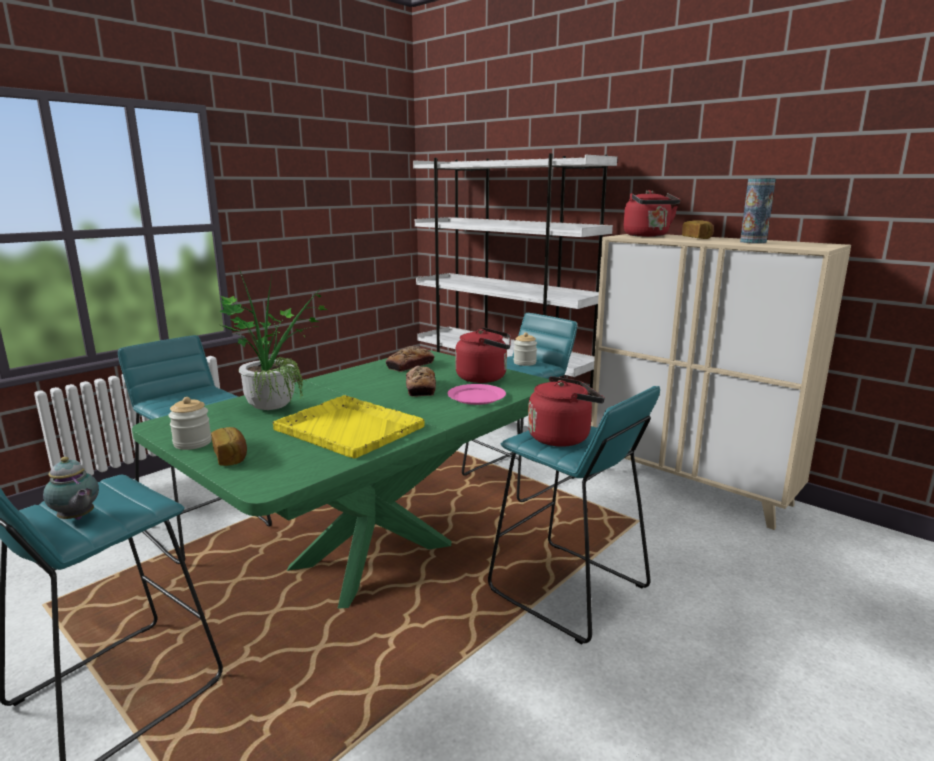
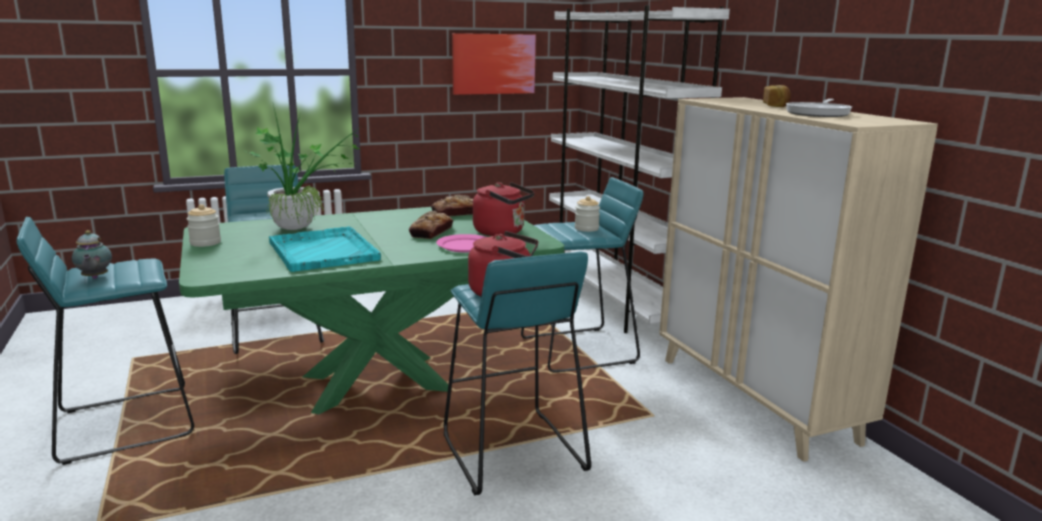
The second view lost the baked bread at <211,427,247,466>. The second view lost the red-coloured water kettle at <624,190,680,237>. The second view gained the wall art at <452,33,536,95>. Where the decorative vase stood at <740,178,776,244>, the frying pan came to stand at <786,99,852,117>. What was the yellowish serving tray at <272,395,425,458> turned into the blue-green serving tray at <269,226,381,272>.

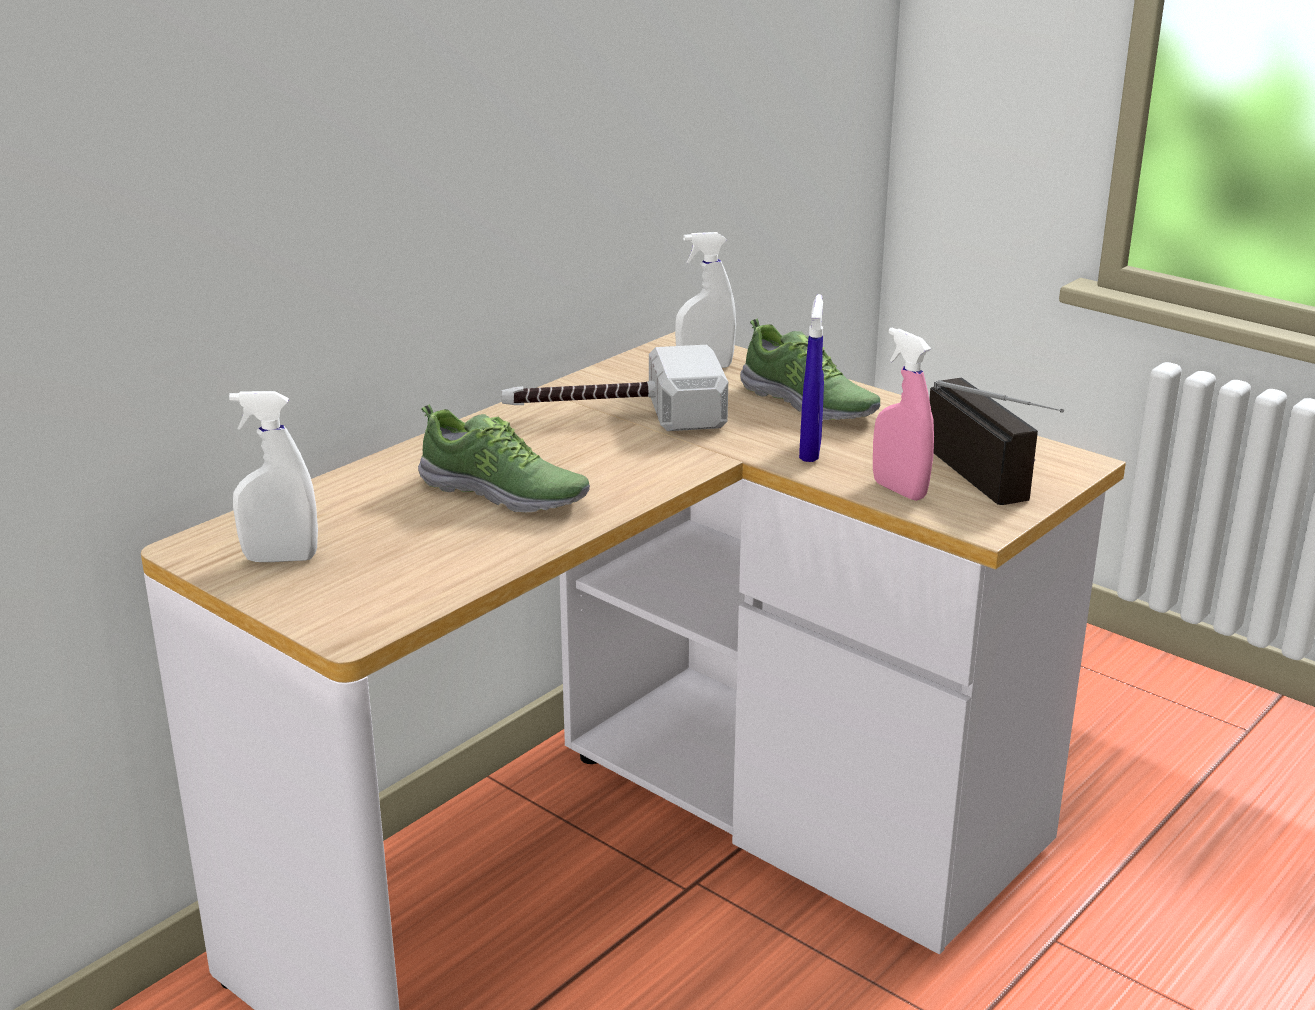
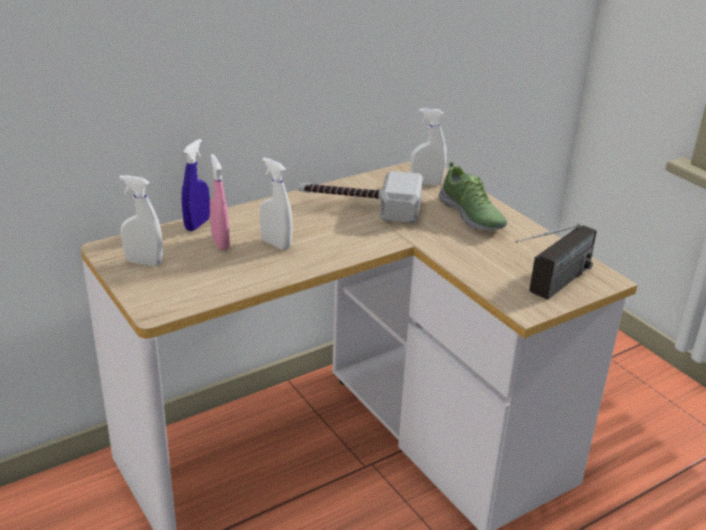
The blue hand sprayer ended up elsewhere, having gone from <799,294,824,462> to <182,139,210,231>. The pinkish hand sprayer ended up elsewhere, having gone from <873,328,934,501> to <210,154,230,250>. Where the low shoe stood at <418,404,590,512>, the white-coloured hand sprayer came to stand at <260,158,293,250>. The radio set at <929,377,1064,505> ended up facing another way, 45 degrees clockwise from before.

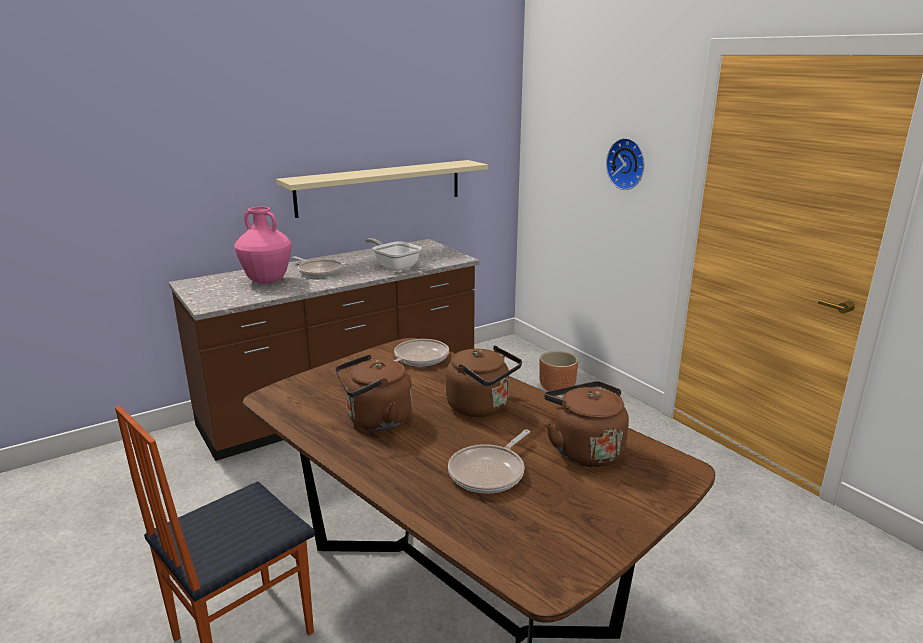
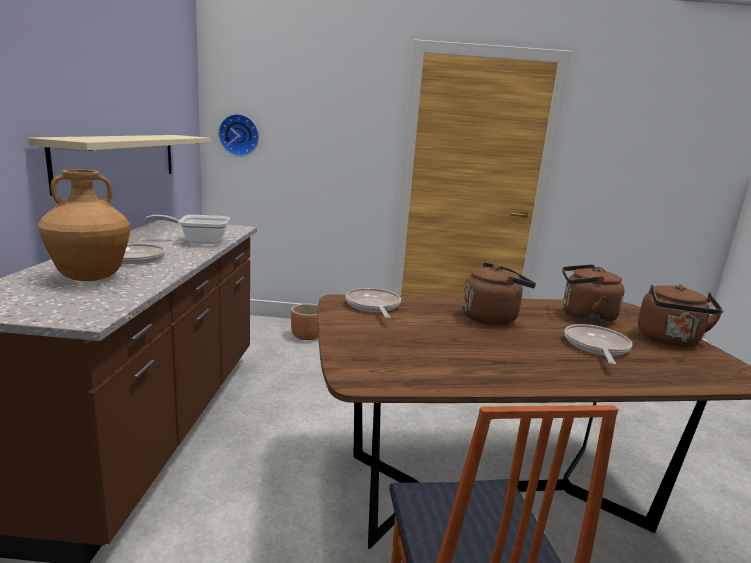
The brown-coloured water kettle ended up elsewhere, having gone from <335,354,412,431> to <638,284,723,347>. The clock on the wall ended up elsewhere, having gone from <606,138,645,190> to <218,114,259,157>. What was the pinkish decorative vase at <234,207,292,283> turned into the brown-coloured decorative vase at <38,170,131,281>. The frying pan at <448,430,530,493> ended up facing another way, 150 degrees counterclockwise from before.

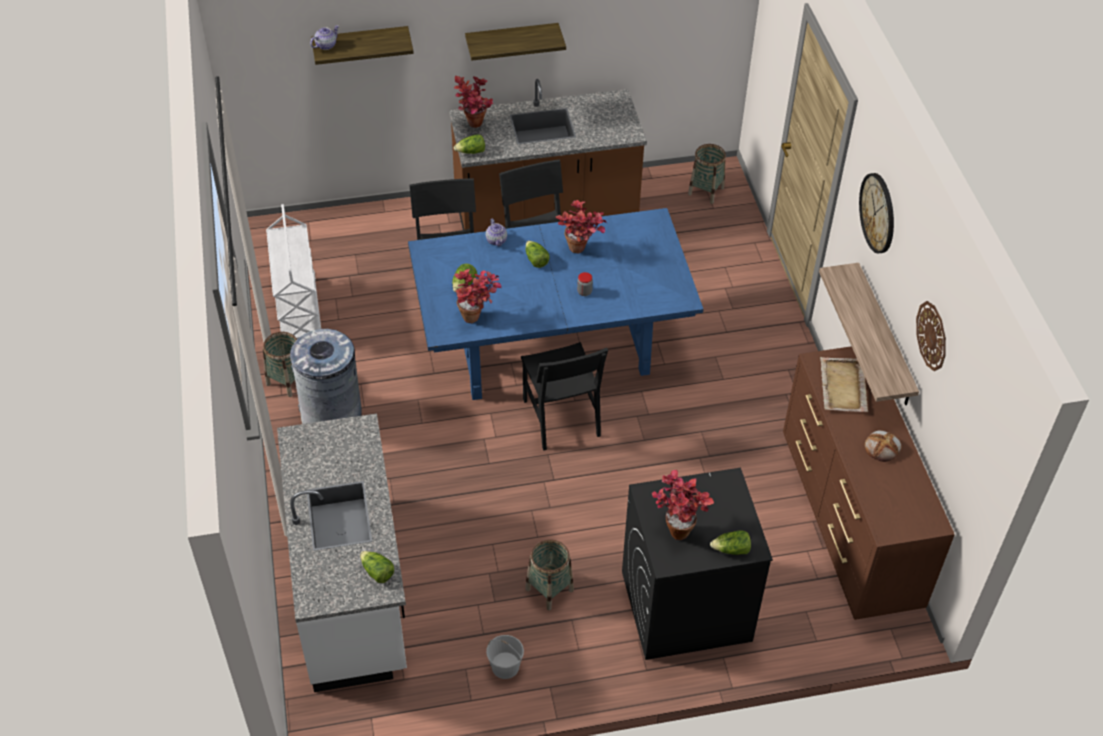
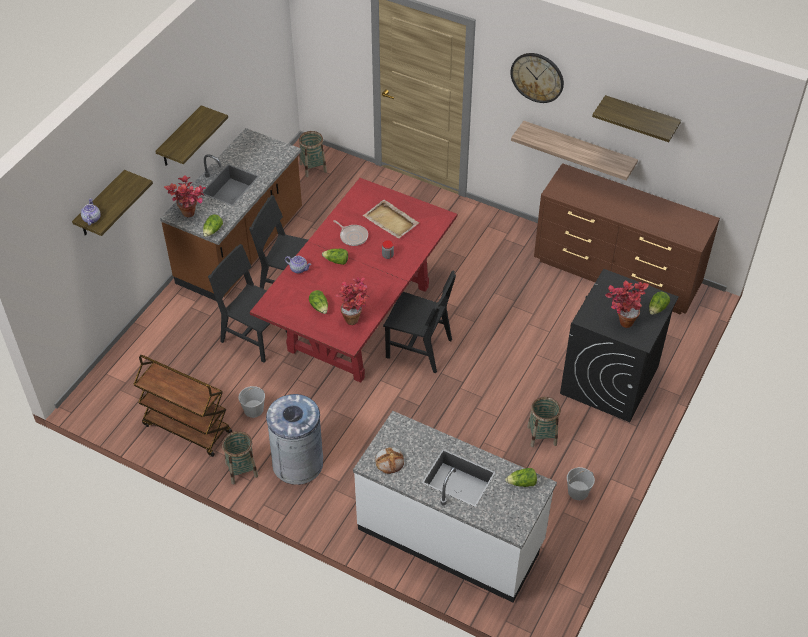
The second view gained the white-coloured bucket at <239,386,265,418>. The beige-coloured serving tray ended up elsewhere, having gone from <820,357,868,412> to <363,200,419,239>. The baked bread ended up elsewhere, having gone from <865,430,902,462> to <375,448,404,474>. Where the plant in a pot stood at <556,200,607,253>, the frying pan came to stand at <333,220,368,246>. Where the clock on the wall hung at <916,301,946,371>, the bracket shelf came to hang at <592,95,681,142>. What was the white-coloured wheeled cart at <266,204,321,339> turned into the brown-coloured wheeled cart at <133,355,232,457>. What was the blue dining table at <408,208,704,400> turned into the red-coloured dining table at <250,178,457,383>.

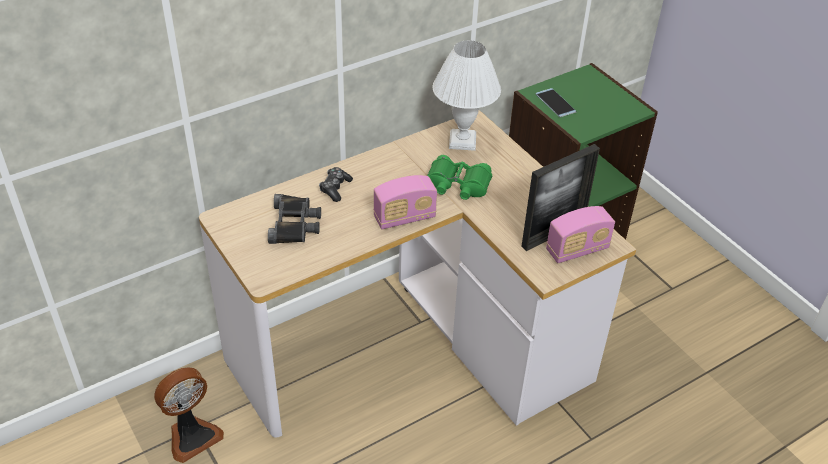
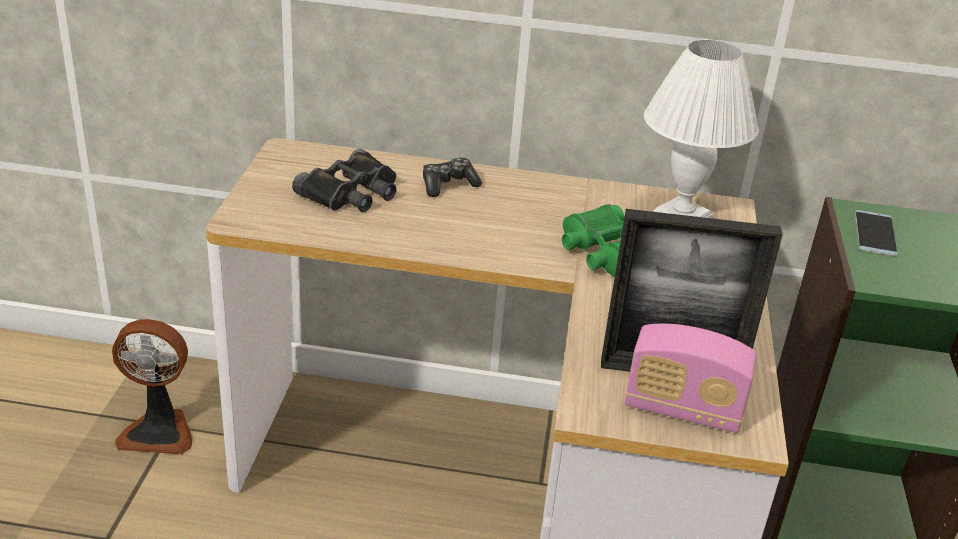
The second view lost the radio set at <373,175,437,229>.

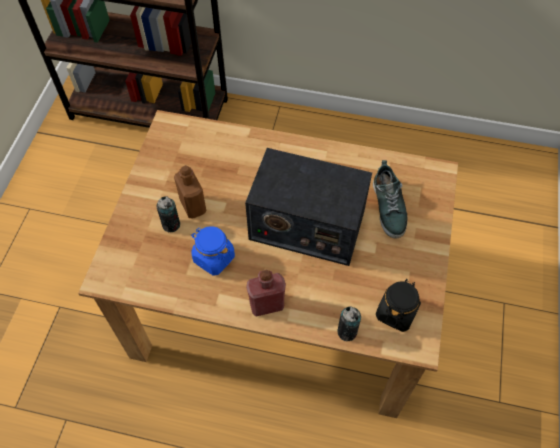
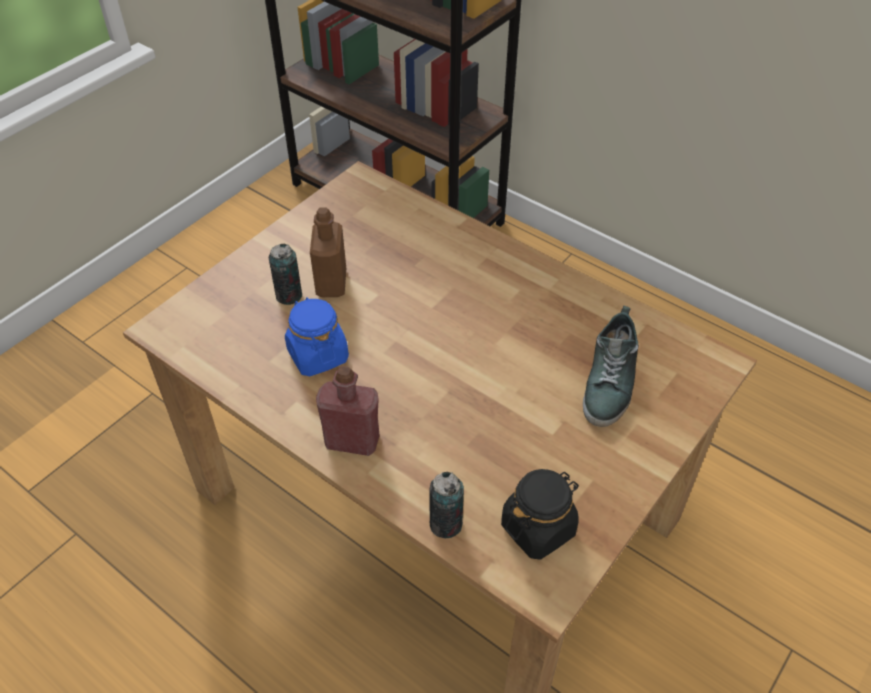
The second view lost the radio set at <245,148,372,266>.

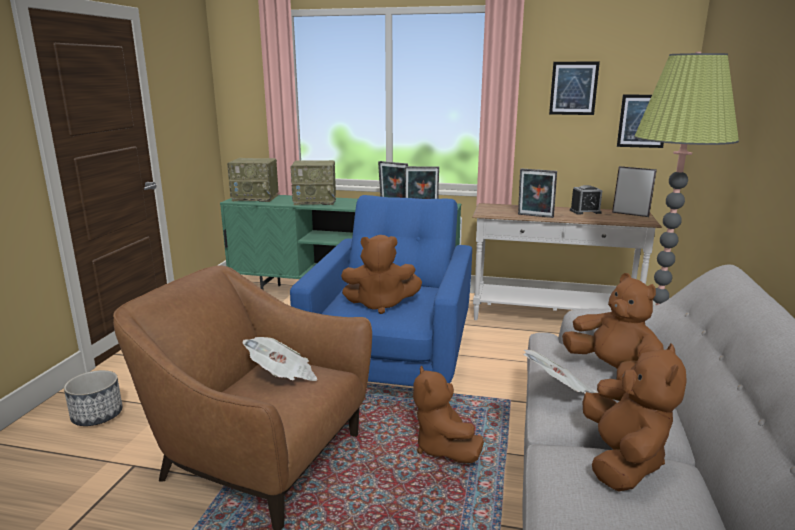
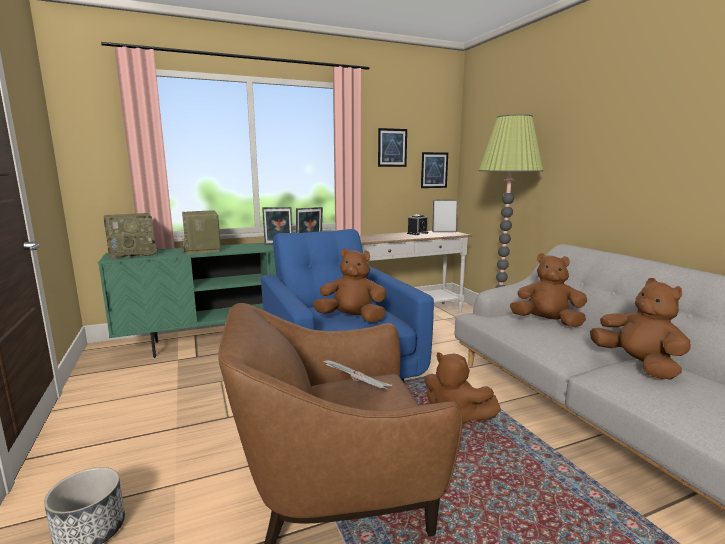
The second view lost the photo frame at <518,168,557,218>. The second view lost the printed paper at <523,350,598,393>. The radio set at <291,160,336,205> ended up facing another way, 105 degrees clockwise from before. The brown-coloured cuddly toy at <341,235,422,314> ended up facing another way, 135 degrees counterclockwise from before.

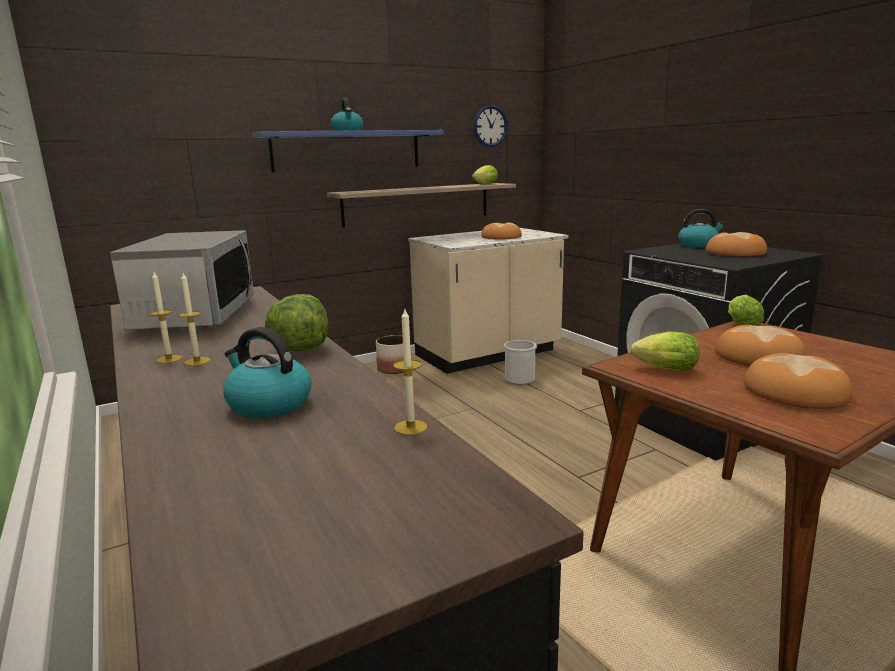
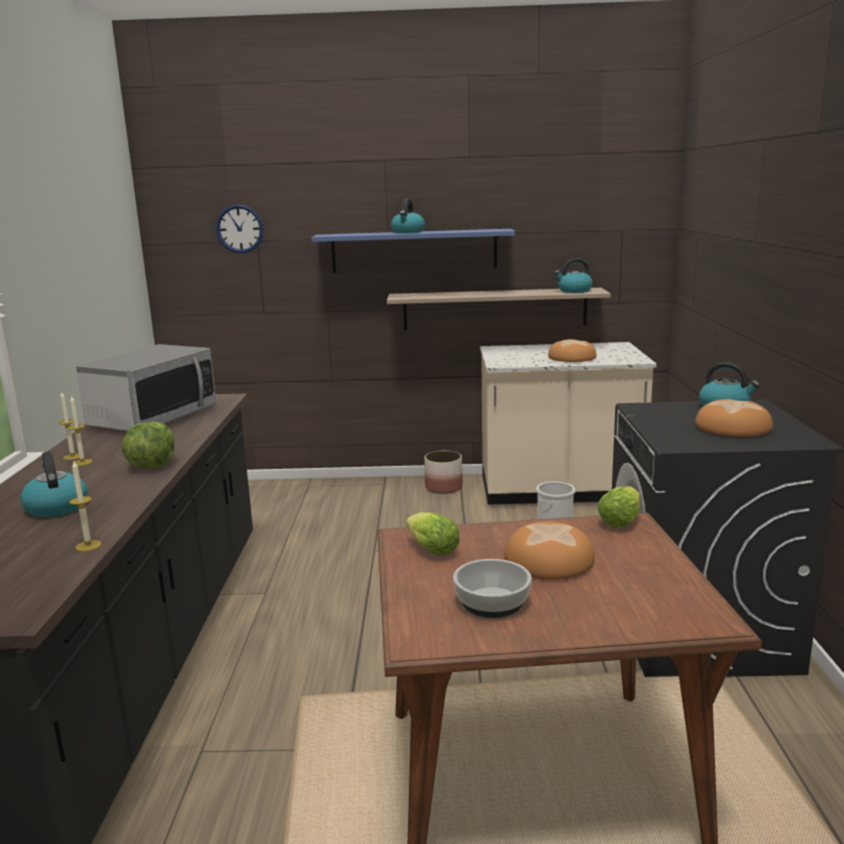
The clock on the wall ended up elsewhere, having gone from <474,105,508,147> to <216,204,264,253>. Where the lettuce stood at <472,165,498,184>, the water kettle came to stand at <554,258,593,293>. Where the baked bread stood at <743,353,853,409>, the serving bowl came to stand at <453,559,532,618>.

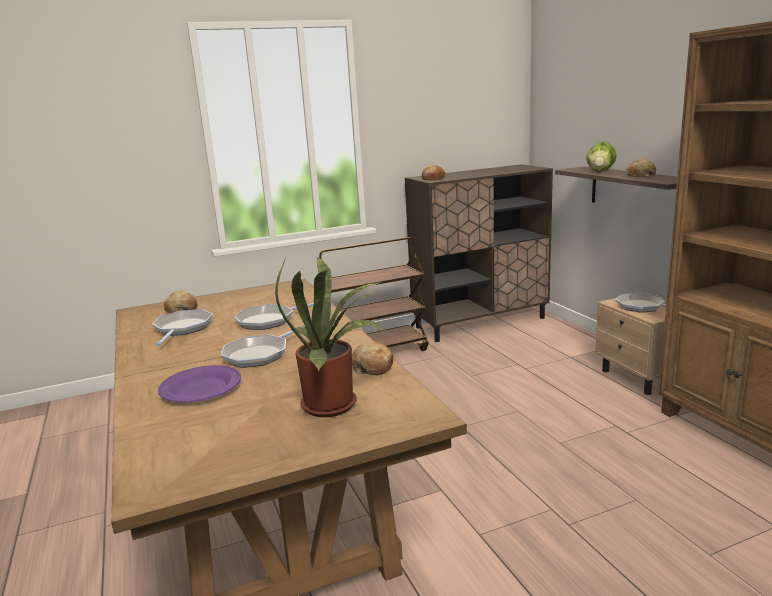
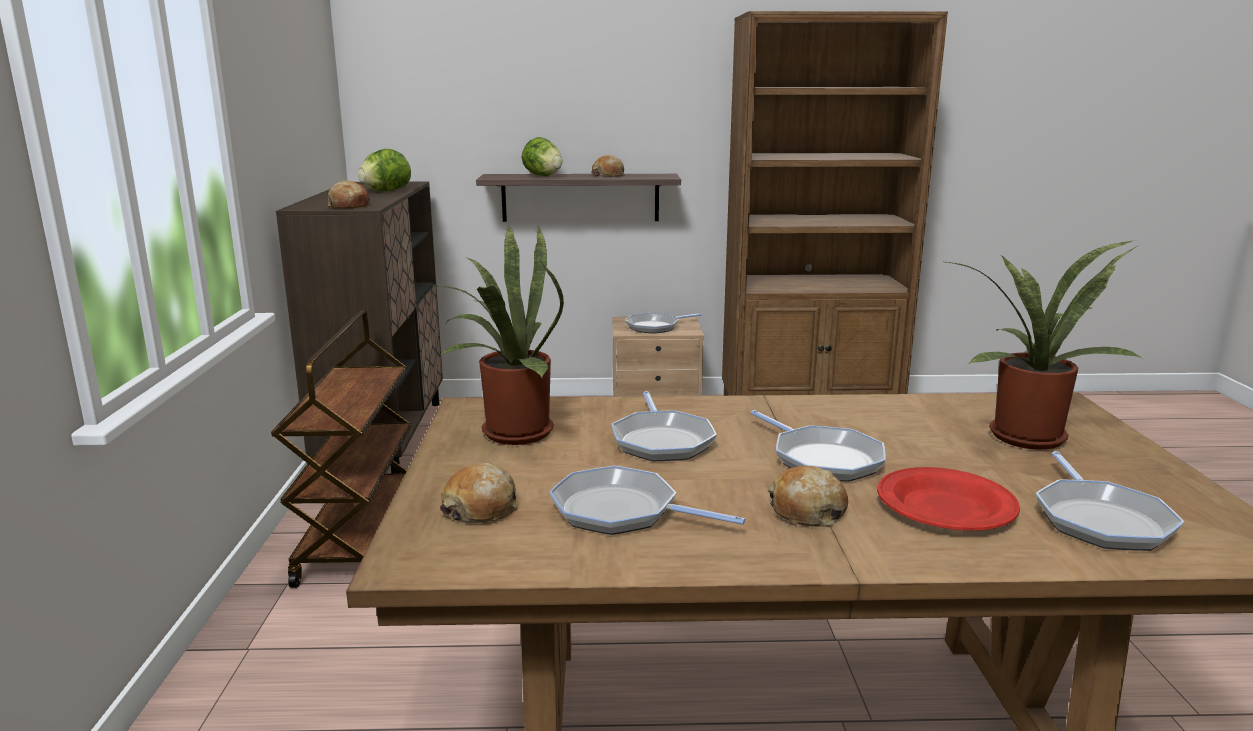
The second view gained the lettuce at <358,149,411,191>. The second view gained the plant in a pot at <432,226,564,445>. The second view gained the frying pan at <1036,451,1184,551>. The baked bread ended up elsewhere, having gone from <352,342,393,375> to <768,466,848,527>. What was the purplish dinner plate at <158,365,241,403> turned into the red-coloured dinner plate at <877,467,1020,531>.

